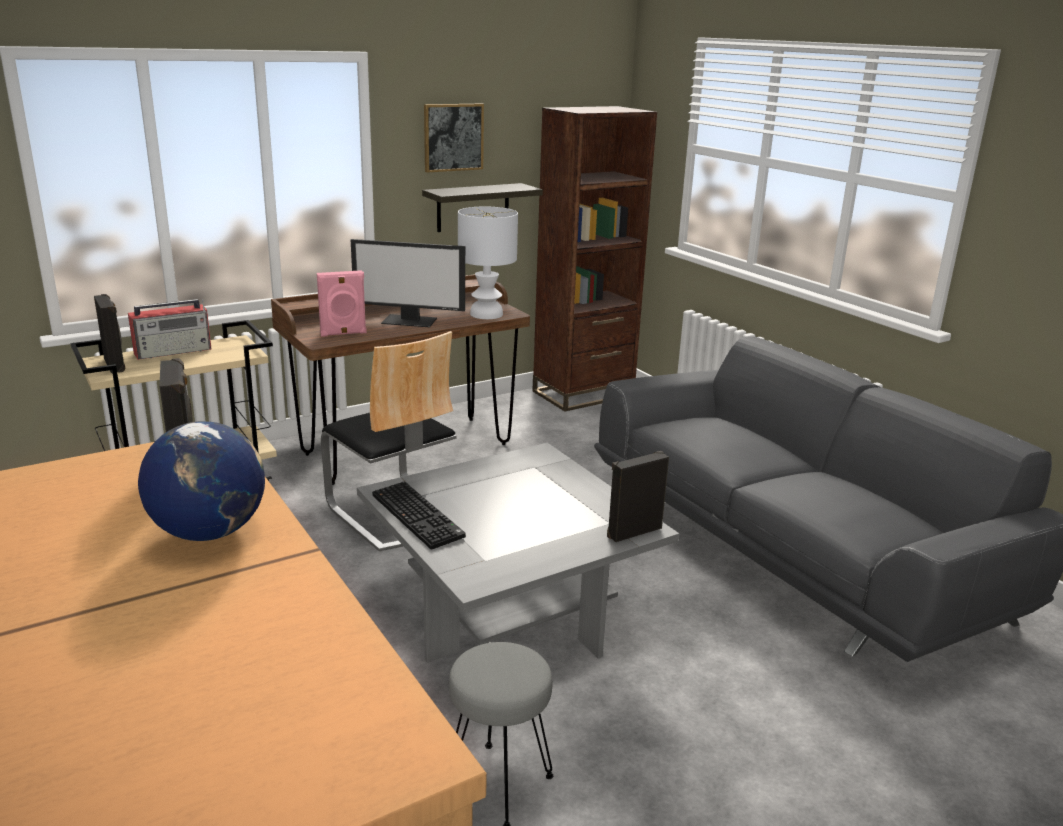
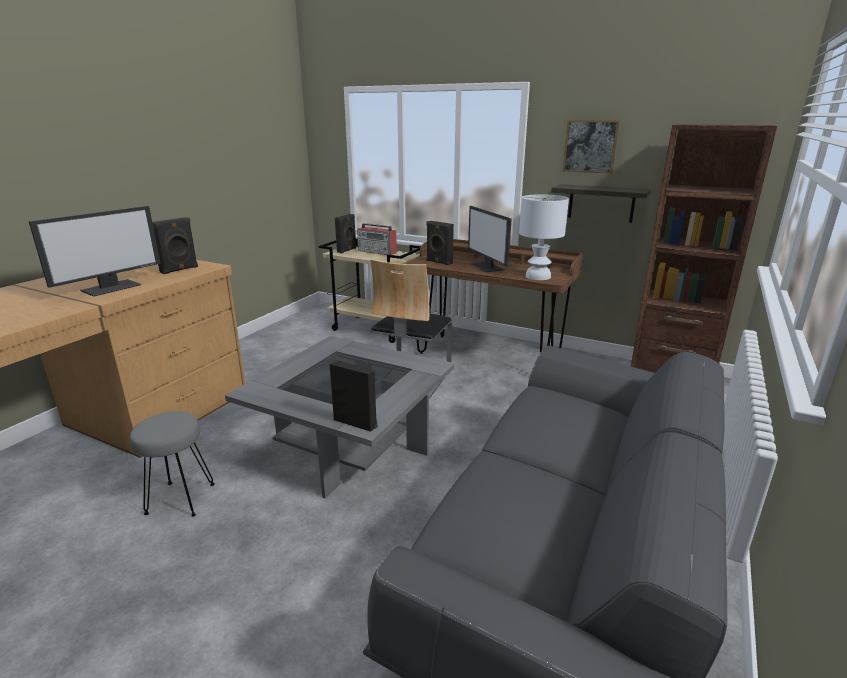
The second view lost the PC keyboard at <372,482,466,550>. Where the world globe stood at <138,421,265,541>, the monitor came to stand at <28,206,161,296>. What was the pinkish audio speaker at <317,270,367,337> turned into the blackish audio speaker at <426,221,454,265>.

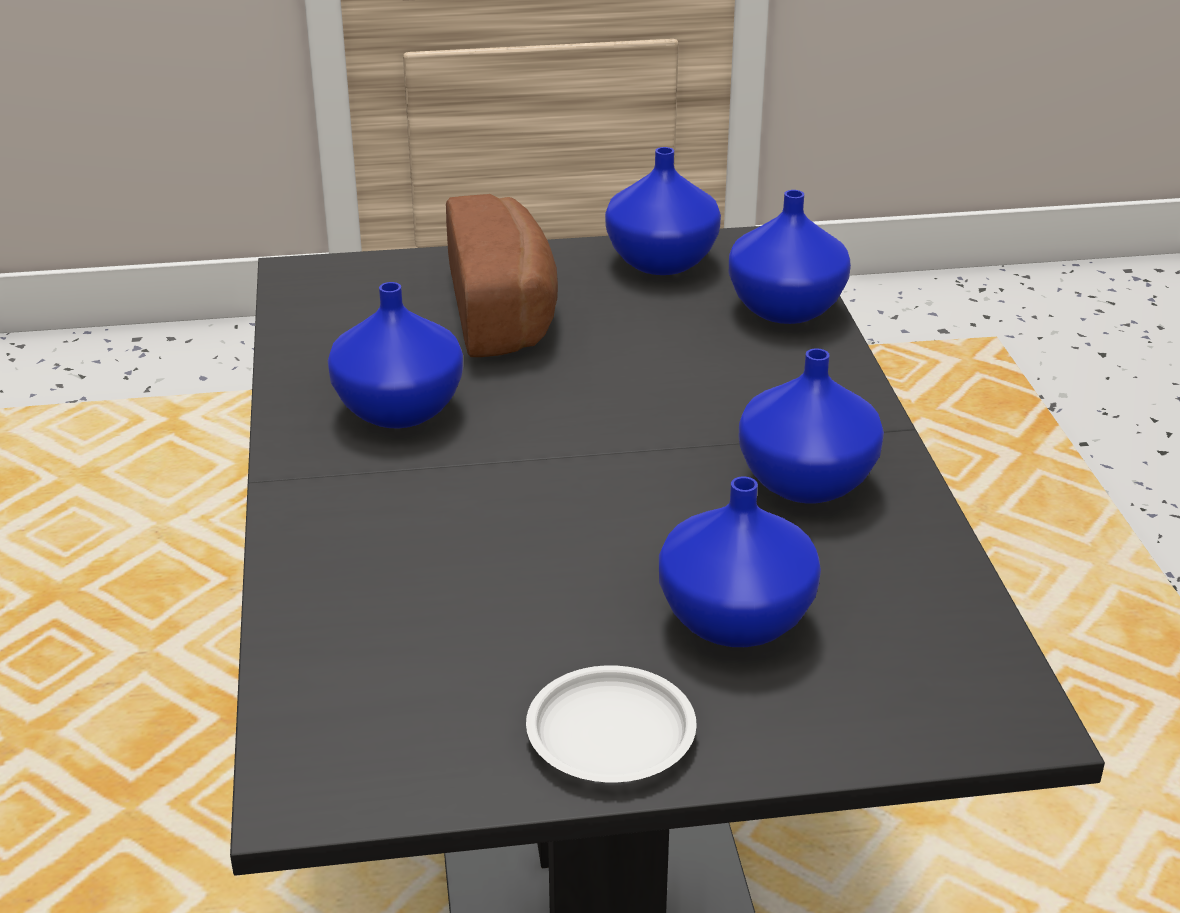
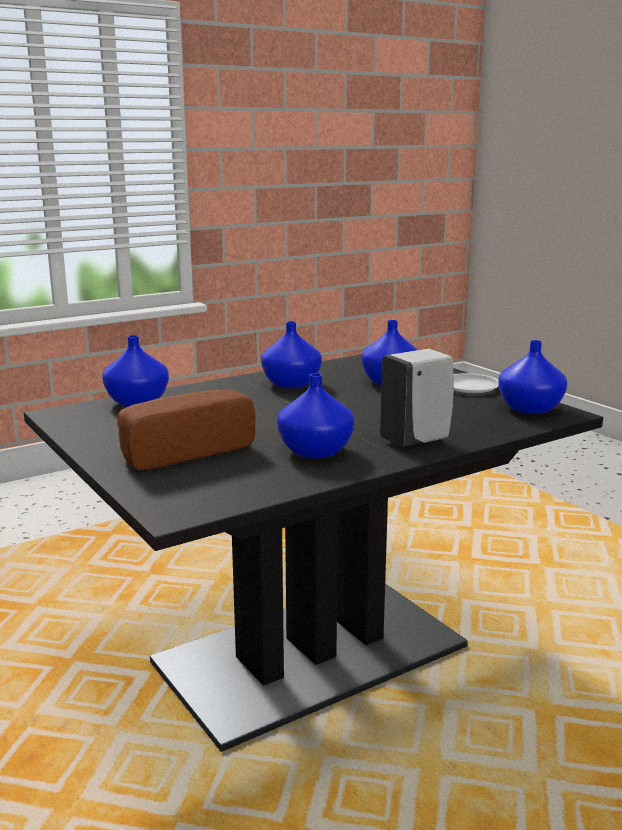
The second view gained the white-coloured soap dispenser at <380,349,454,447>. The blue decorative vase ended up elsewhere, having gone from <605,147,721,275> to <498,340,567,414>.

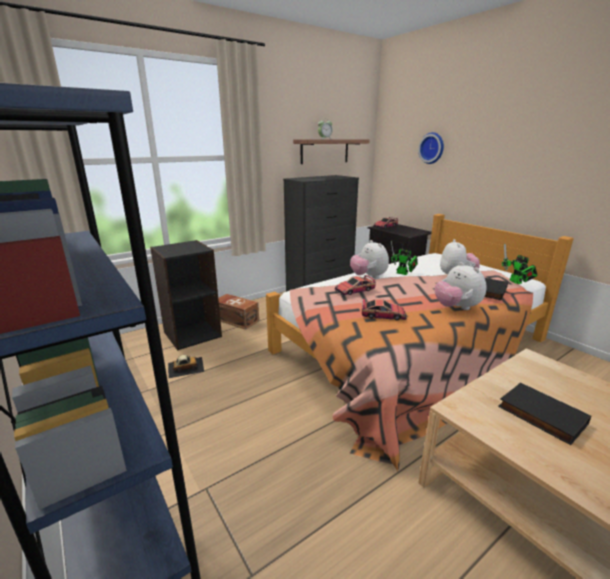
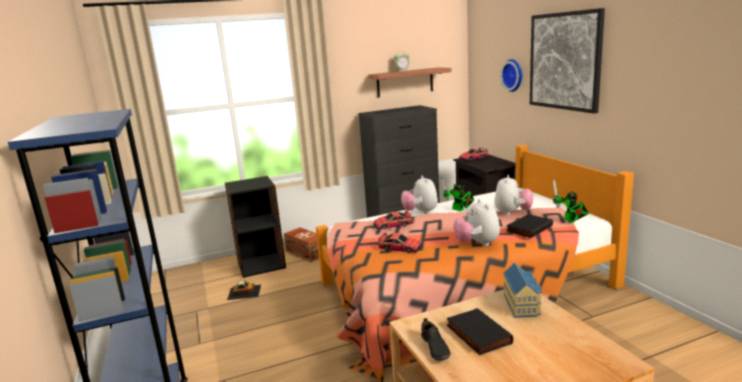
The second view gained the blackish low shoe at <421,318,451,361>. The second view gained the miniature house at <503,263,542,318>. The second view gained the wall art at <530,8,605,114>.

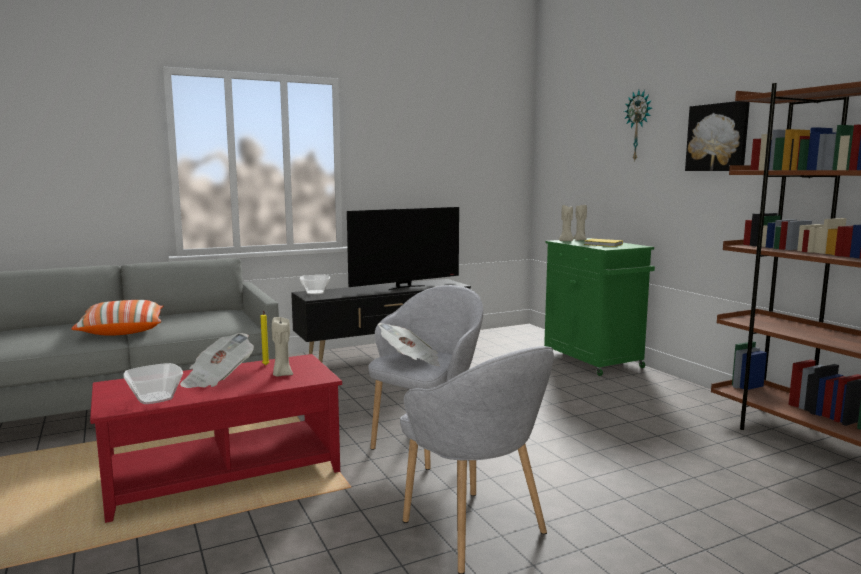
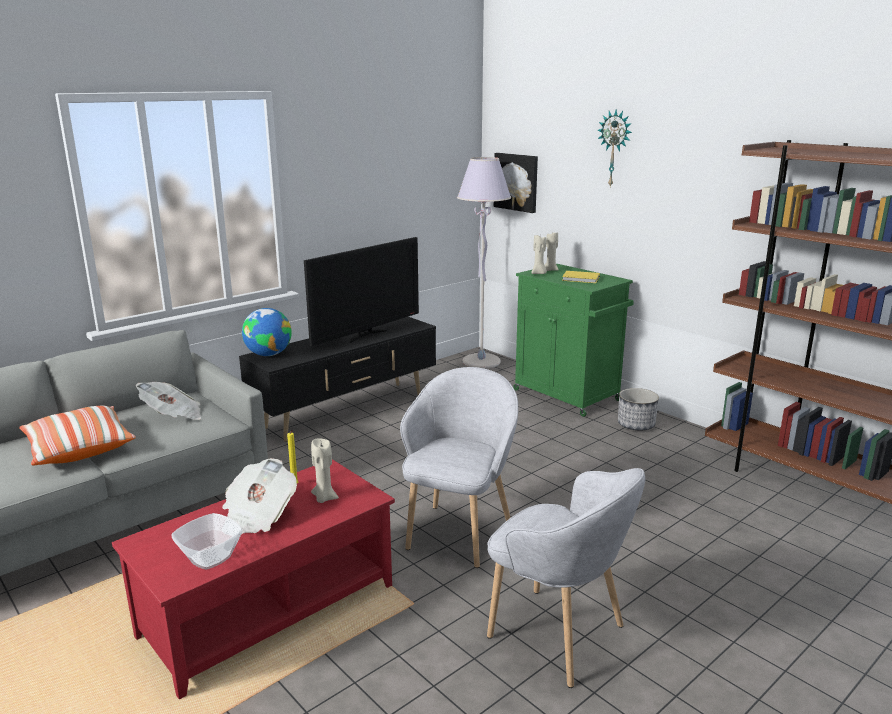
The second view gained the grey standing lamp at <457,157,511,369>. The second view gained the flower pot at <618,388,659,430>. The printed paper ended up elsewhere, having gone from <378,323,440,366> to <136,382,201,420>. The wall art ended up elsewhere, having gone from <685,101,750,171> to <494,153,538,213>. Where the serving bowl stood at <300,275,330,294>, the world globe came to stand at <242,308,292,356>.

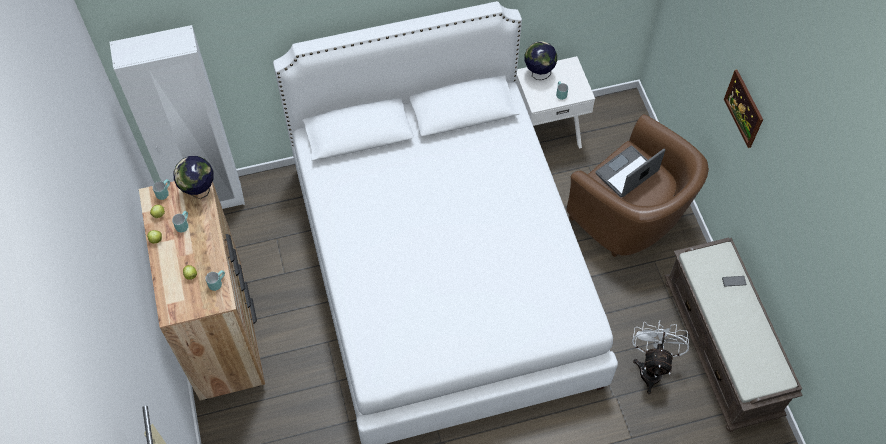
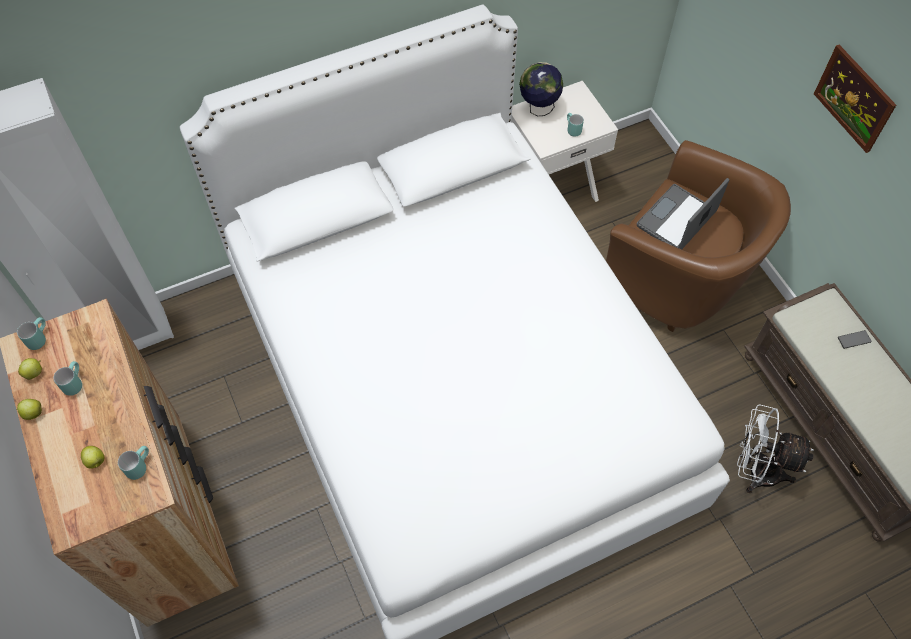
The second view lost the world globe at <174,156,214,199>. The white-coloured electric fan at <632,320,689,394> ended up facing another way, 75 degrees counterclockwise from before.

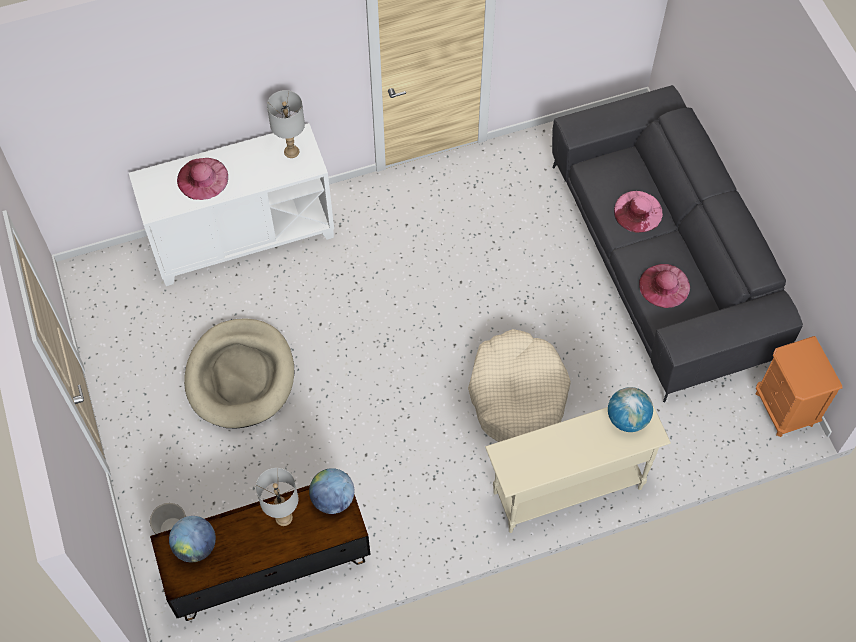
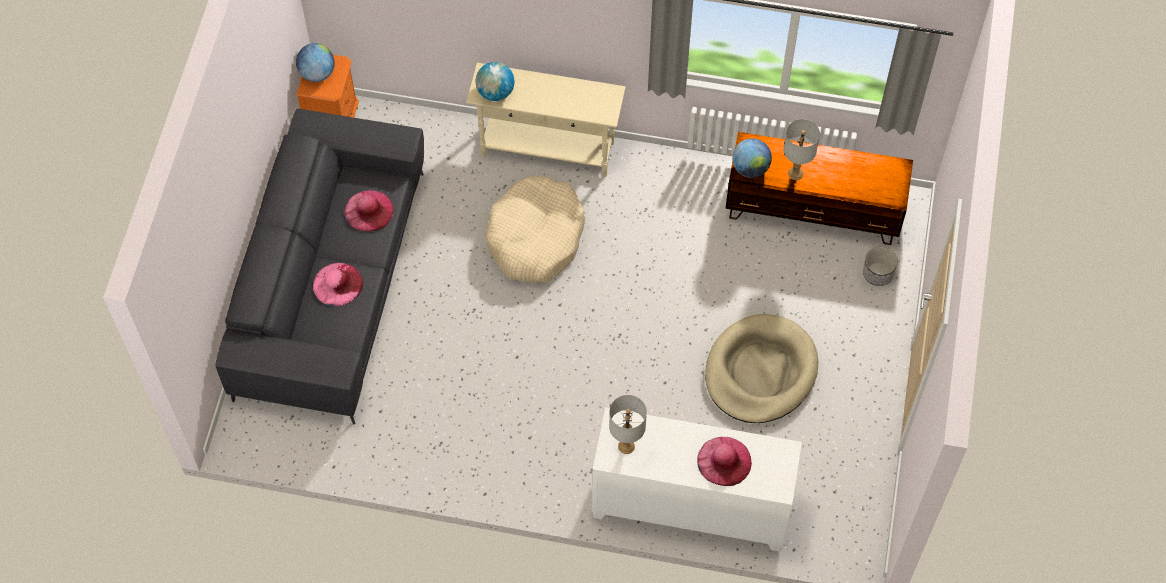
The world globe ended up elsewhere, having gone from <169,516,216,562> to <296,43,335,82>.

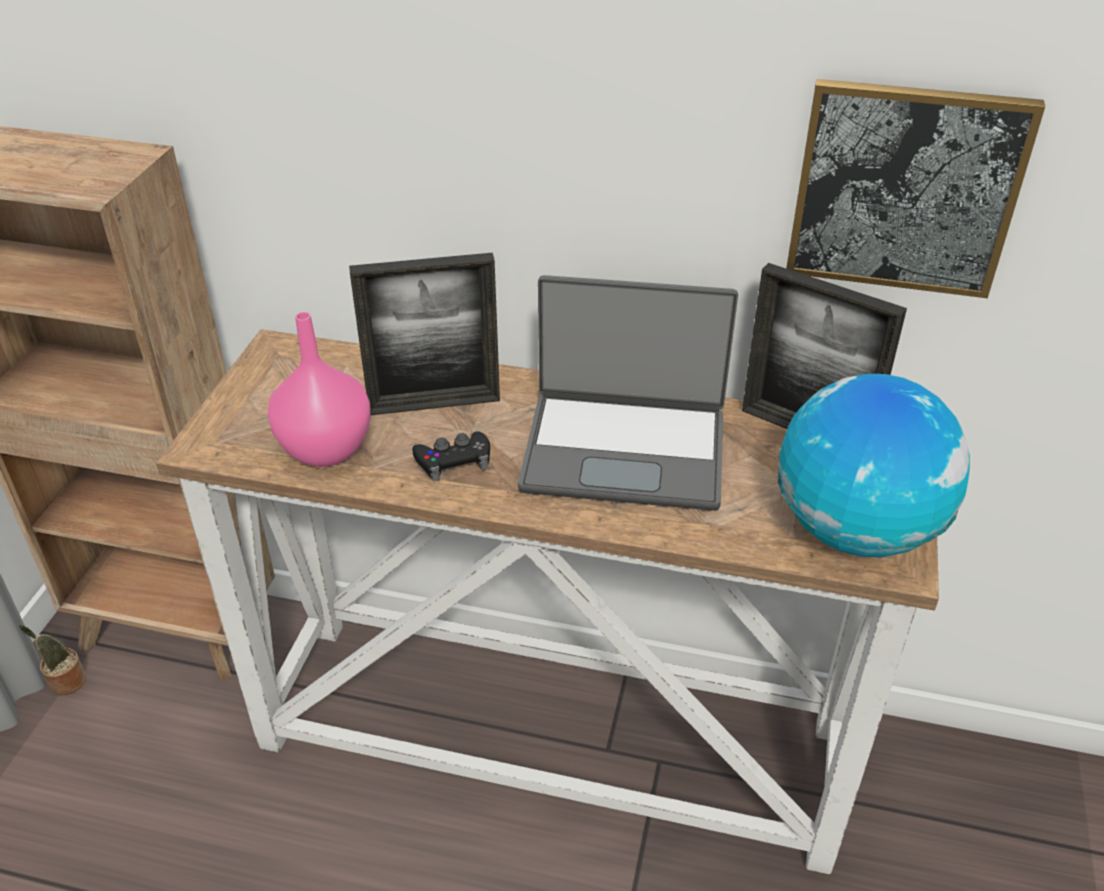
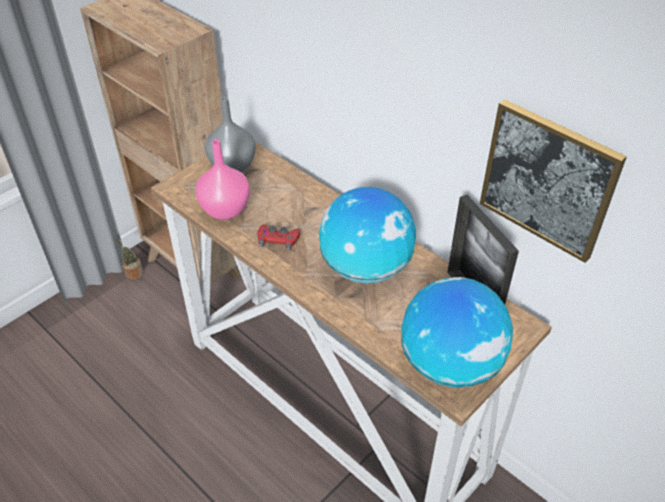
The second view lost the photo frame at <349,253,500,415>. The second view gained the grey decorative vase at <205,97,256,172>. Where the notebook computer stood at <518,275,738,511>, the world globe came to stand at <319,187,416,284>. What was the blackish joypad at <412,431,490,481> turned into the red-coloured joypad at <257,224,300,251>.

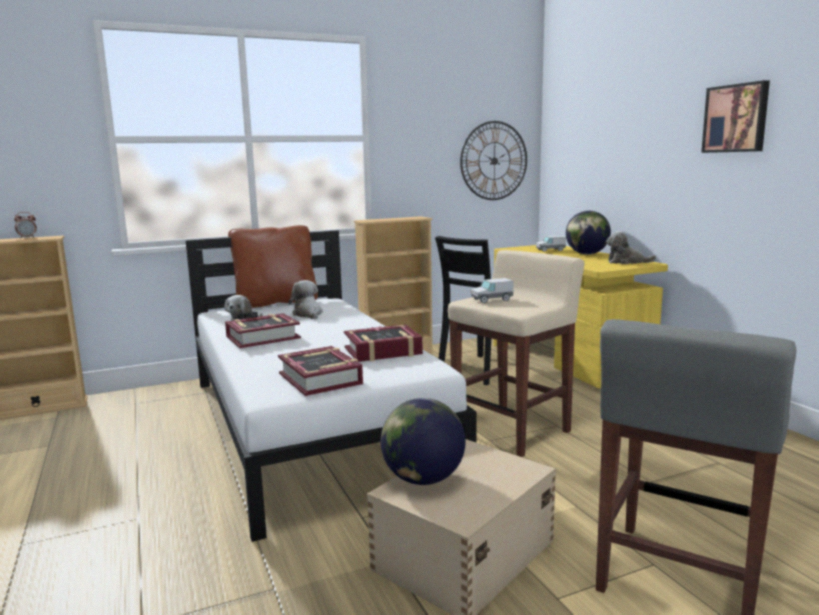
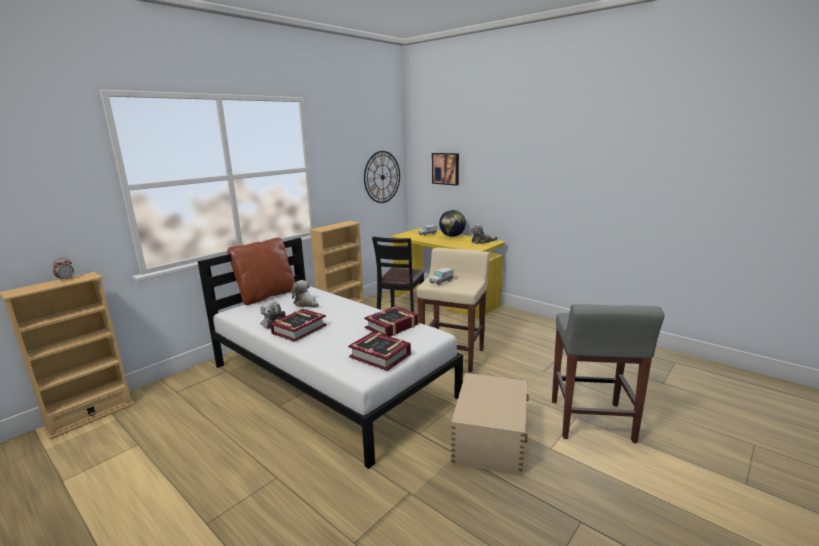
The second view lost the world globe at <380,398,466,485>. The wall art ended up elsewhere, having gone from <701,80,770,153> to <432,153,459,186>.

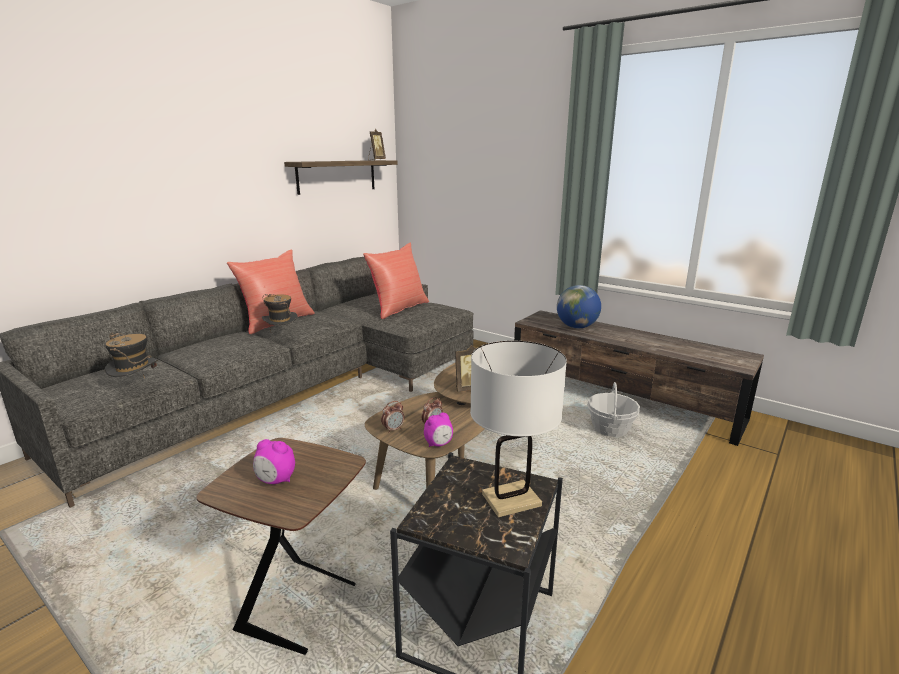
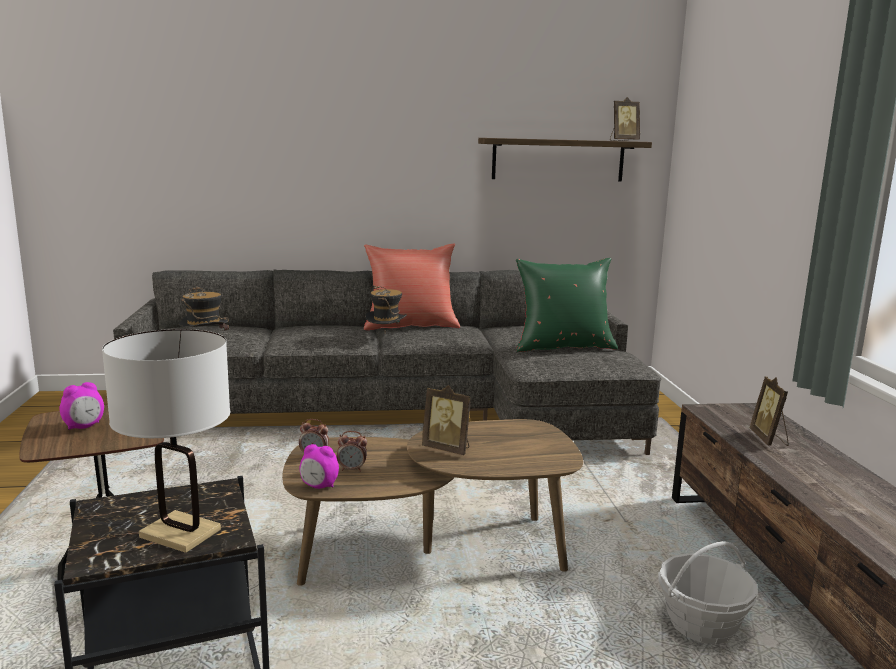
Where the world globe stood at <557,285,601,328>, the photo frame came to stand at <749,376,789,446>. What was the red-coloured cushion at <363,243,429,319> turned into the green cushion at <516,258,618,352>. The bedside clock at <253,439,295,484> ended up facing another way, 105 degrees counterclockwise from before.

